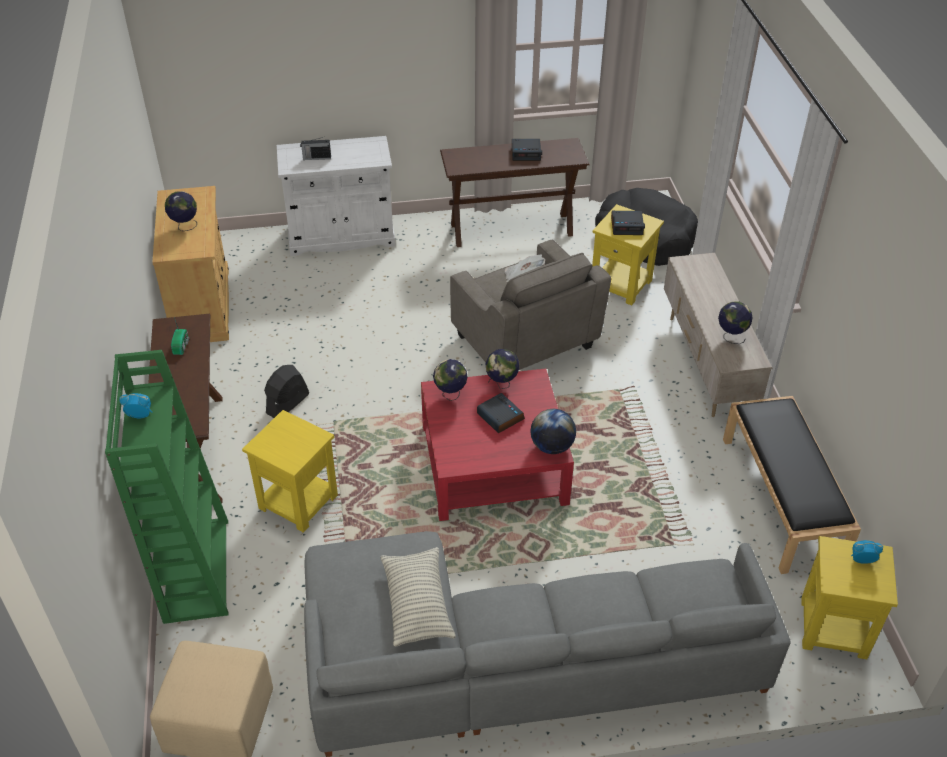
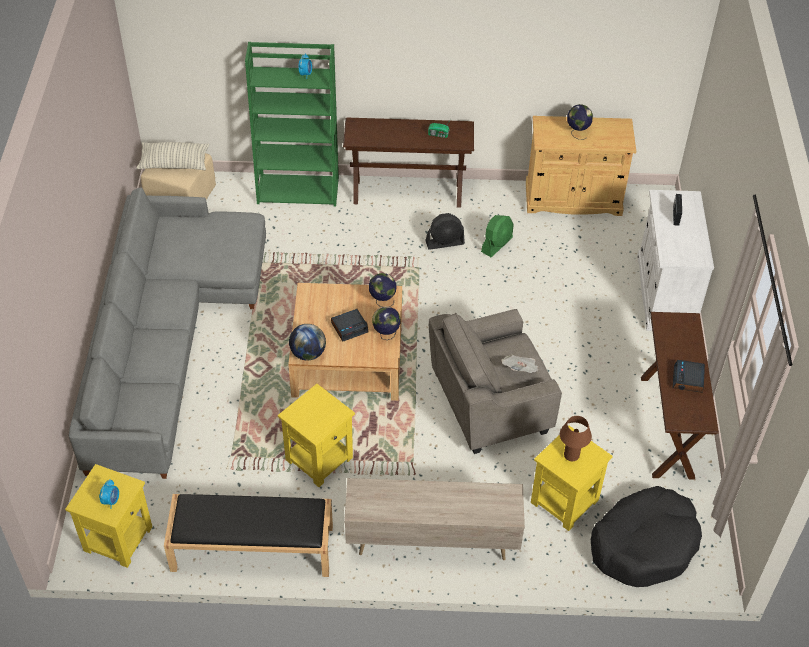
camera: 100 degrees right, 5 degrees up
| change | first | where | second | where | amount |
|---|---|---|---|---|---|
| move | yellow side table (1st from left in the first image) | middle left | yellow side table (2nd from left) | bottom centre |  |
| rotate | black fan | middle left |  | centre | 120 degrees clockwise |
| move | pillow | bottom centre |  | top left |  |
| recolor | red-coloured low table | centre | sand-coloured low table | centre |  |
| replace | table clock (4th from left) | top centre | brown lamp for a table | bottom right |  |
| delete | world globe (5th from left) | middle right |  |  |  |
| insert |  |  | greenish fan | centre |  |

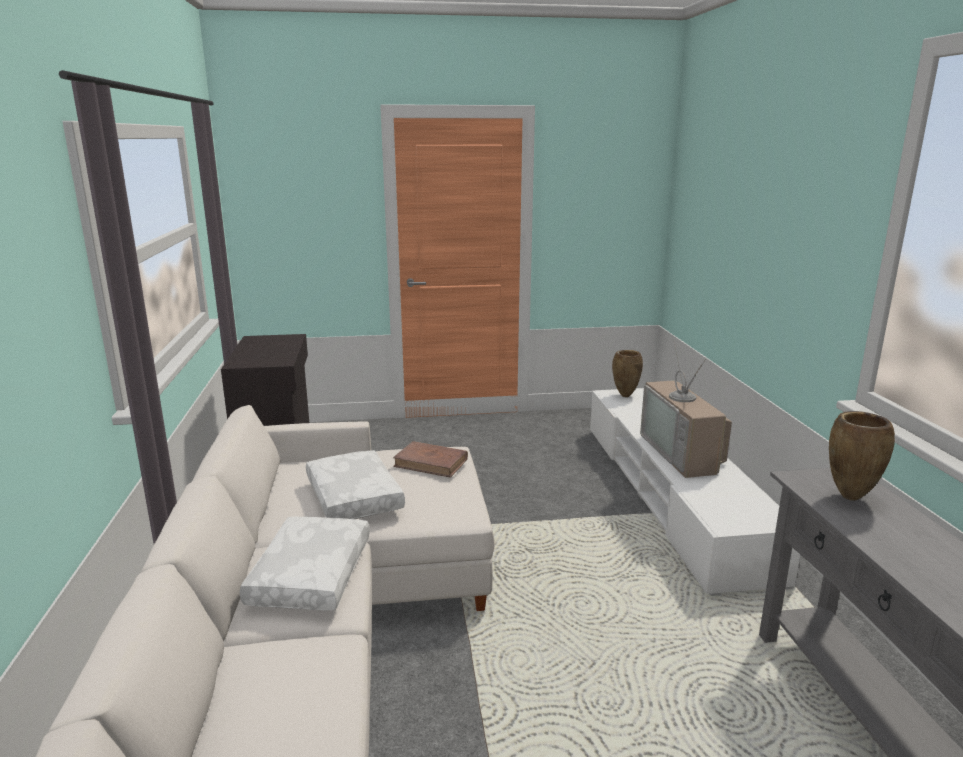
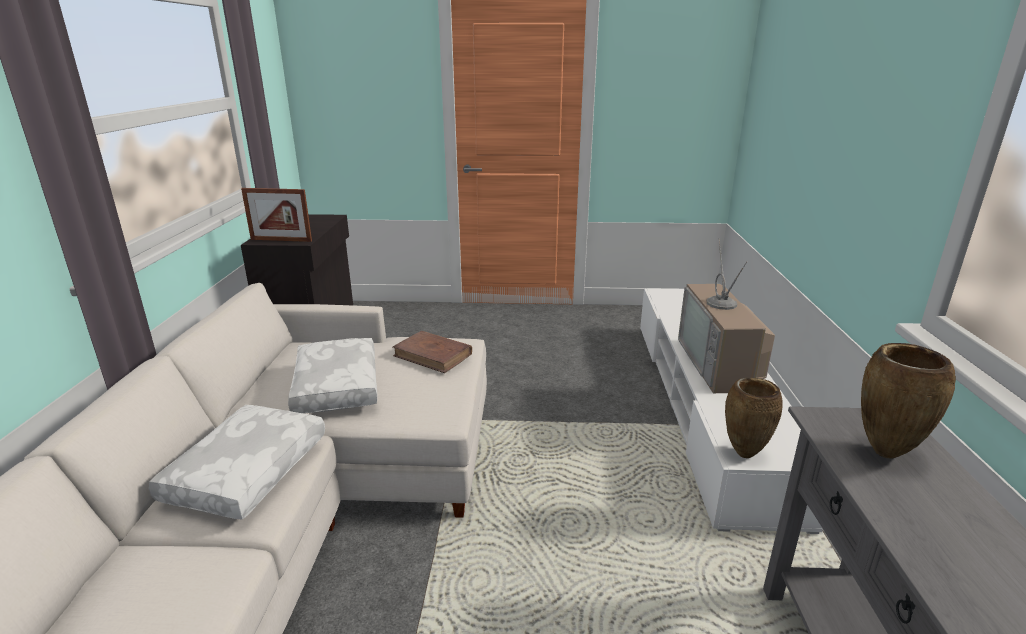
camera: 10 degrees right, 5 degrees up
| change | first | where | second | where | amount |
|---|---|---|---|---|---|
| move | brown vase (1st from left) | centre |  | middle right |  |
| insert |  |  | standing frame | middle left |  |

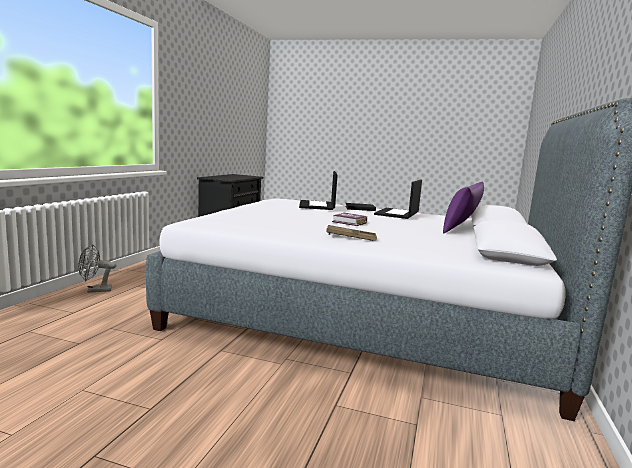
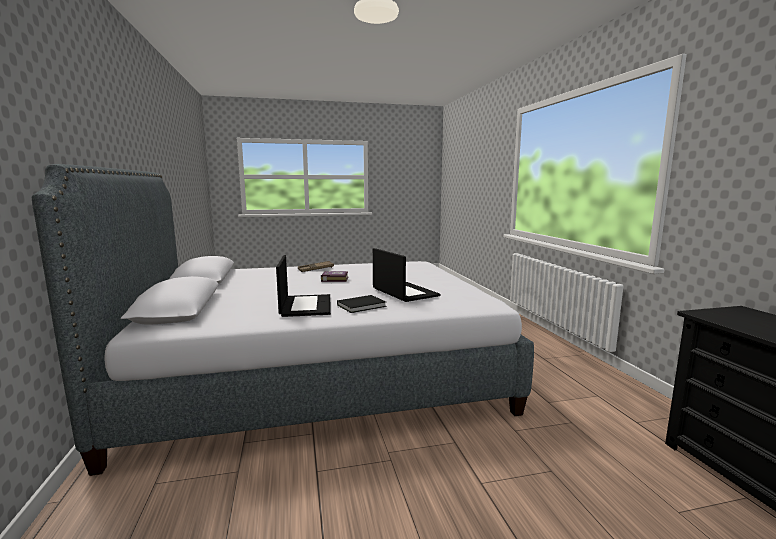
camera: 150 degrees right, 0 degrees up
| change | first | where | second | where | amount |
|---|---|---|---|---|---|
| delete | gray fan | middle left |  |  |  |
| delete | purplish pillow | middle right |  |  |  |

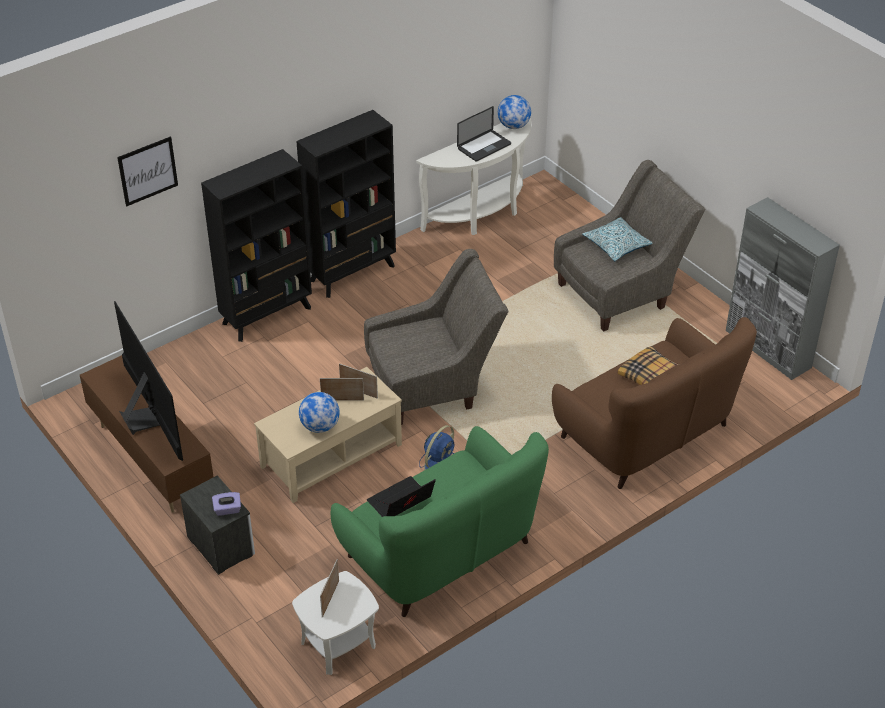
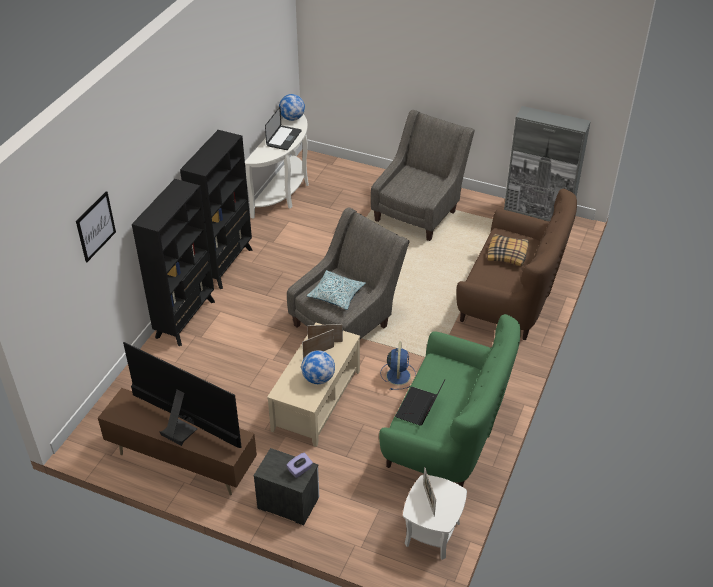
camera: 30 degrees left, 0 degrees up
| change | first | where | second | where | amount |
|---|---|---|---|---|---|
| move | pillow (1st from left) | middle right |  | centre |  |

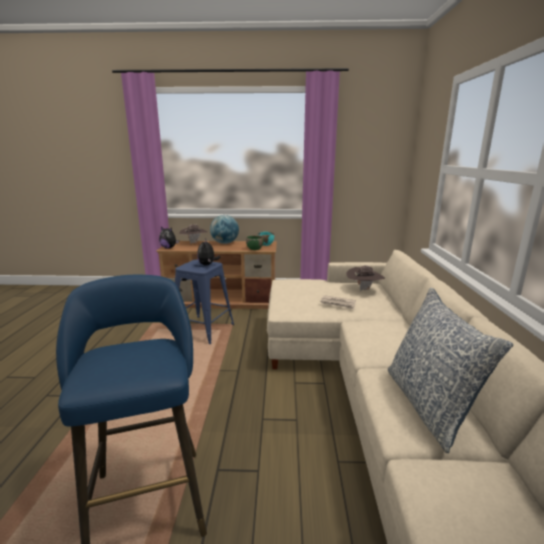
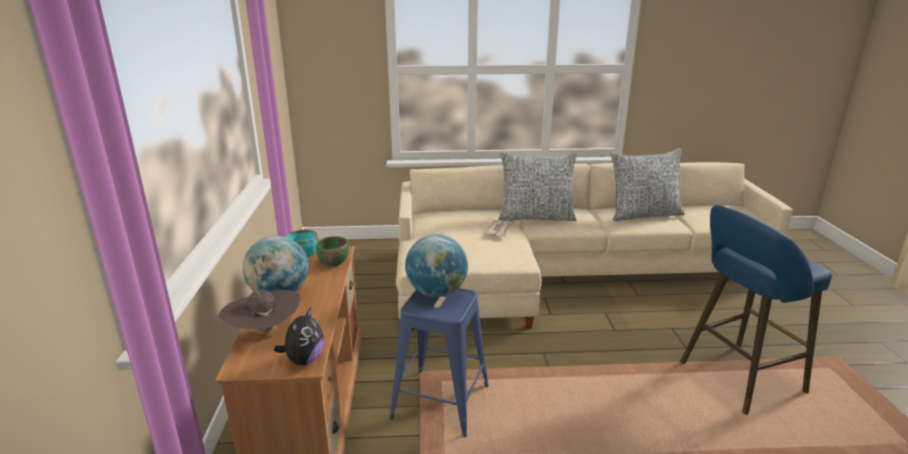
camera: 95 degrees left, 5 degrees up
| change | first | where | second | where | amount |
|---|---|---|---|---|---|
| replace | soft toy (2nd from left) | centre | world globe (2nd from left) | centre |  |
| delete | brown hat (2nd from left) | middle right |  |  |  |
| insert |  |  | pillow (1st from left) | centre |  |

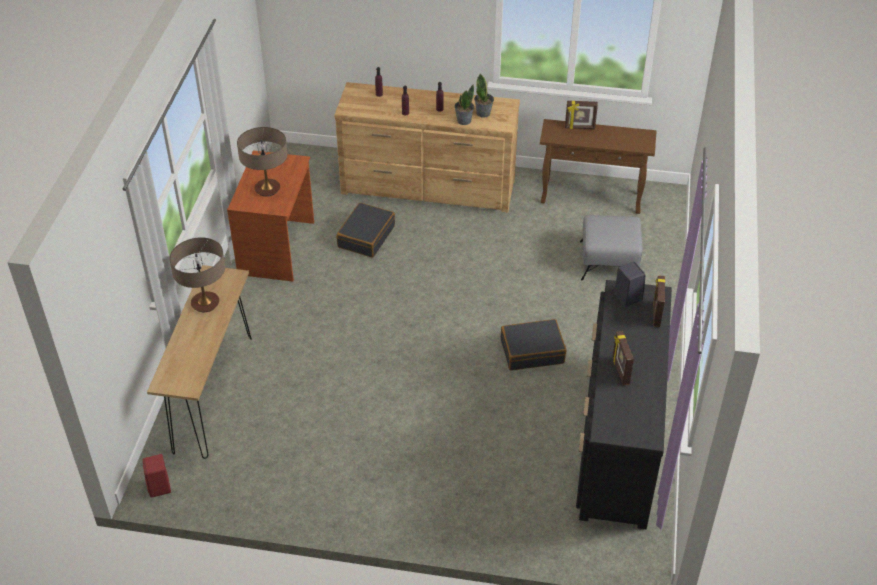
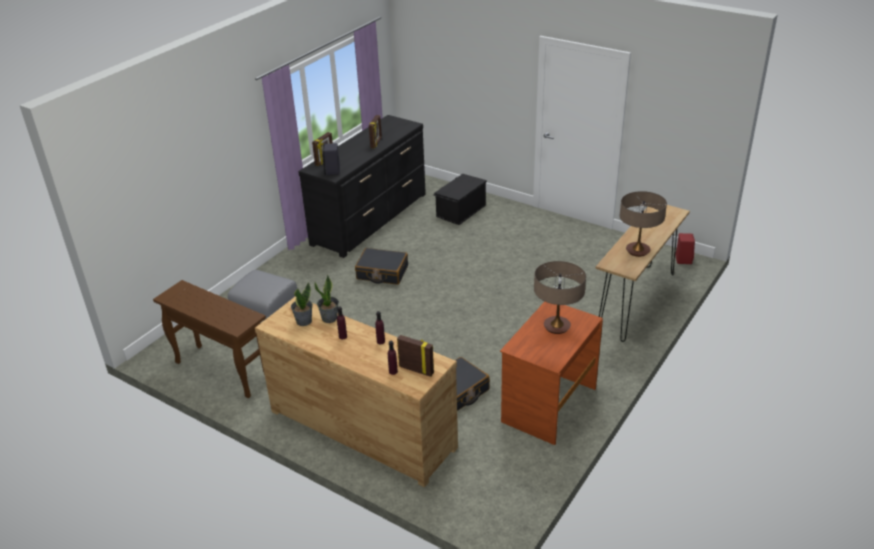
camera: 155 degrees left, 10 degrees down
| change | first | where | second | where | amount |
|---|---|---|---|---|---|
| move | standing frame (1st from left in the first image) | top centre | standing frame (3rd from left) | centre |  |
| insert |  |  | black storage box | centre |  |

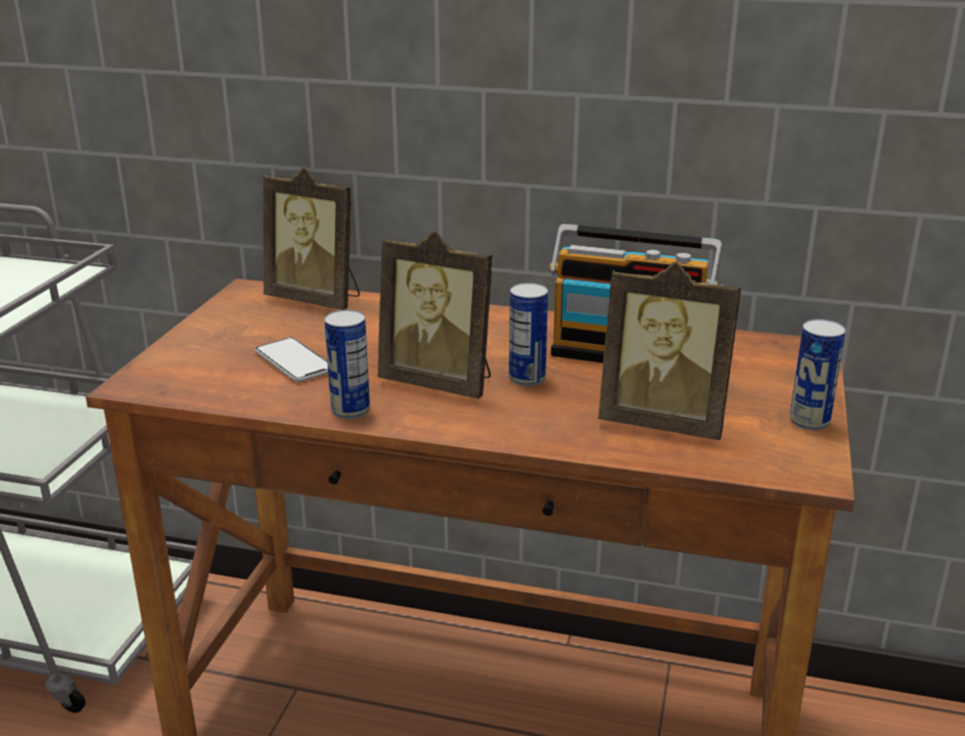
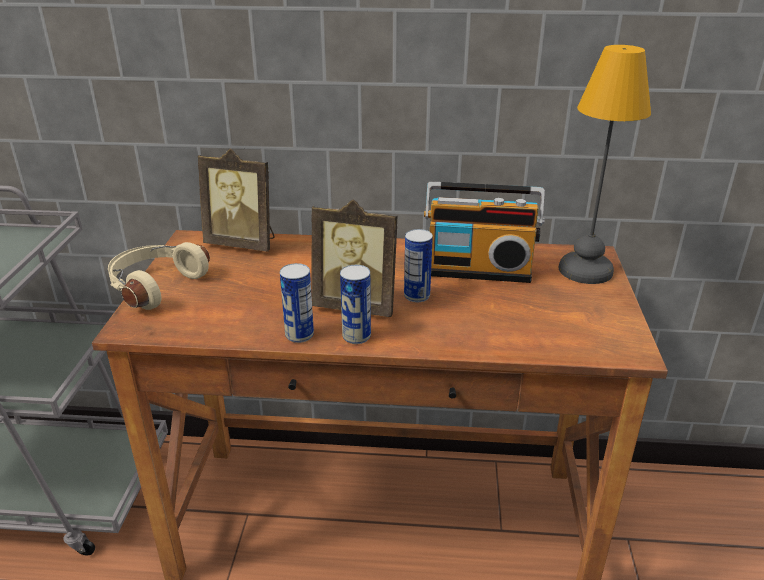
camera: 10 degrees left, 5 degrees up
| change | first | where | second | where | amount |
|---|---|---|---|---|---|
| delete | handset | middle left |  |  |  |
| delete | standing frame (3rd from left) | middle right |  |  |  |
| move | sealed can (3rd from left in the first image) | middle right | sealed can (2nd from left) | centre |  |
| insert |  |  | sand-coloured pair of headphones | middle left |  |
| insert |  |  | lamp for a table | top right |  |

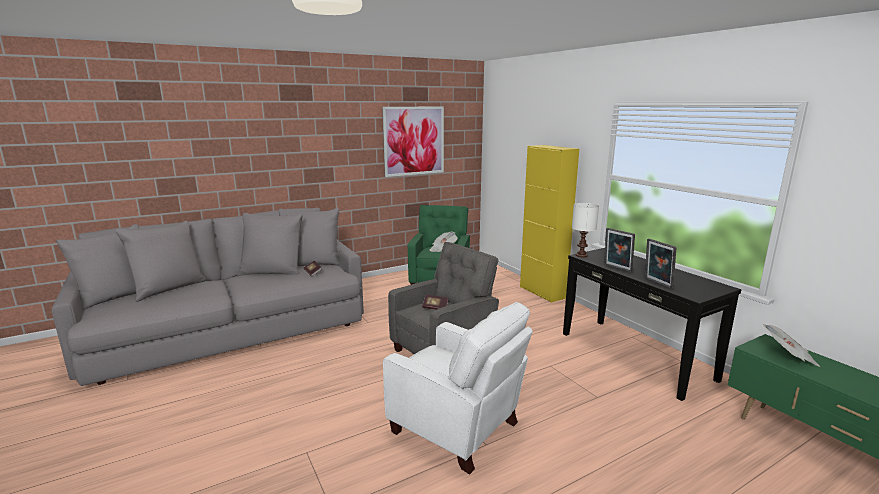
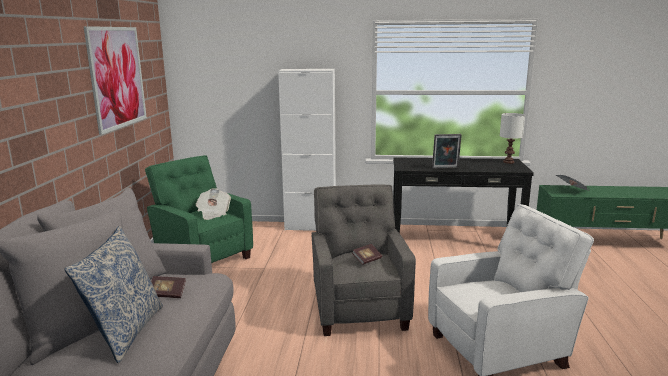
camera: 55 degrees left, 0 degrees up
| change | first | where | second | where | amount |
|---|---|---|---|---|---|
| recolor | yellow cupboard | centre | white cupboard | centre |  |
| move | white lamp for a table | centre |  | middle right |  |
| delete | standing frame (2nd from left) | middle right |  |  |  |
| insert |  |  | pillow | bottom left |  |

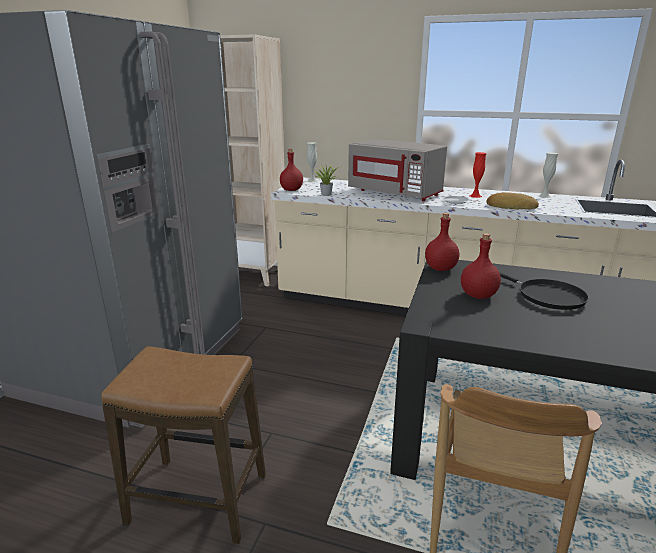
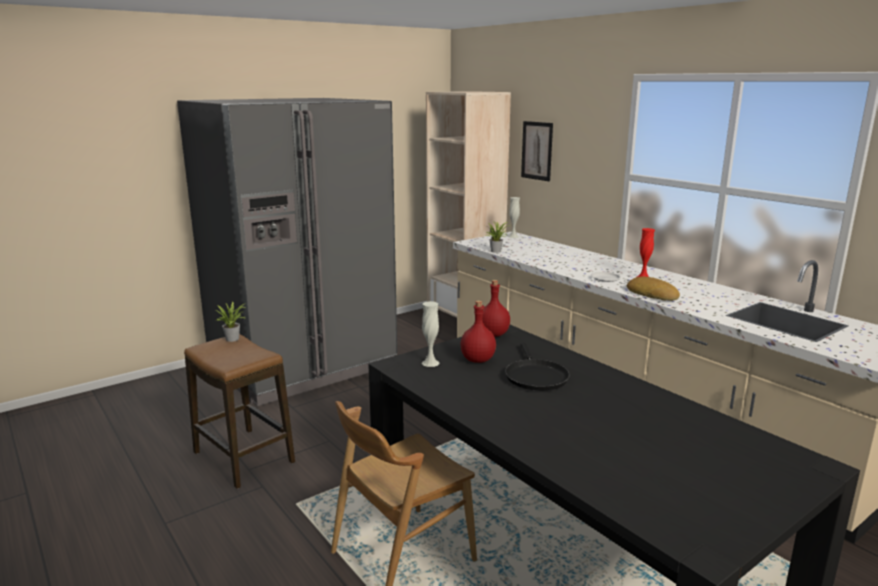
camera: 35 degrees right, 5 degrees down
| change | first | where | second | where | amount |
|---|---|---|---|---|---|
| delete | red-coloured drink bottle (1st from left) | top centre |  |  |  |
| delete | gray kitchen microwave | top centre |  |  |  |
| move | white vase (2nd from left in the first image) | top right | white vase (1st from left) | centre |  |
| insert |  |  | houseplant (1st from left) | middle left |  |
| insert |  |  | picture | top centre |  |

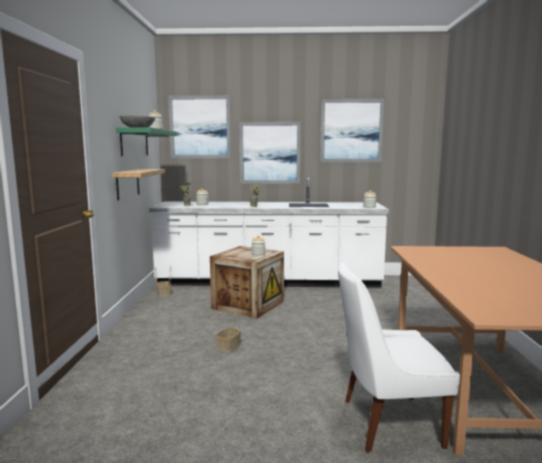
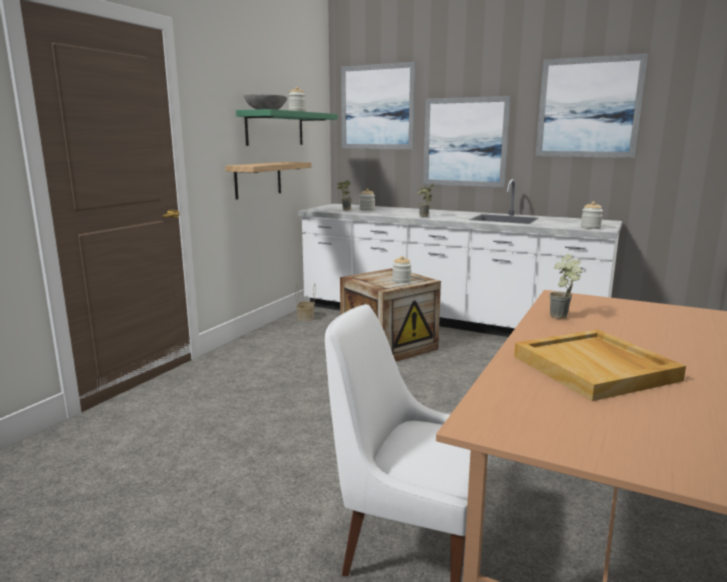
camera: 25 degrees right, 5 degrees up
| change | first | where | second | where | amount |
|---|---|---|---|---|---|
| delete | basket (2nd from left) | bottom centre |  |  |  |
| insert |  |  | sand-coloured tray | middle right |  |
| insert |  |  | houseplant (3rd from left) | middle right |  |

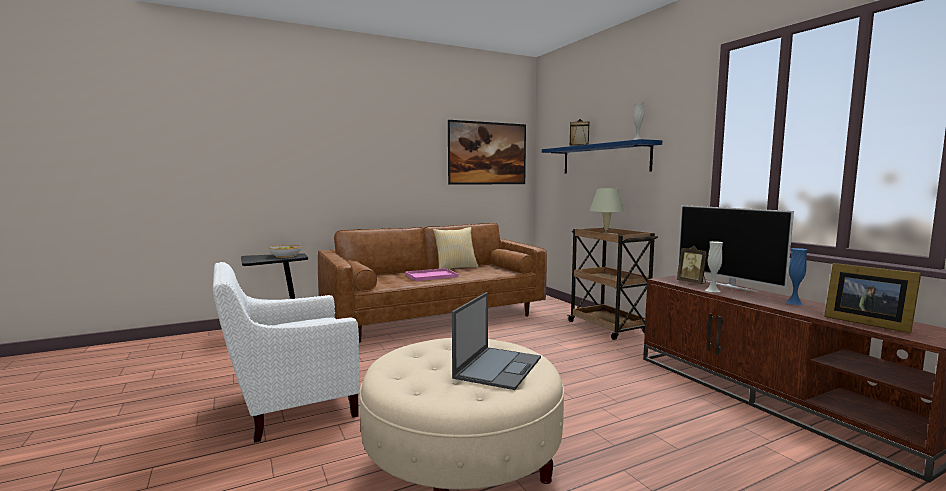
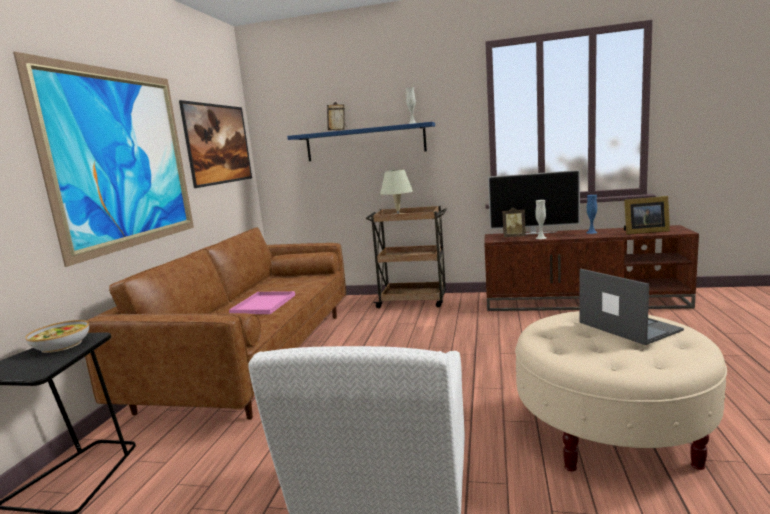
camera: 50 degrees left, 5 degrees up
| change | first | where | second | where | amount |
|---|---|---|---|---|---|
| delete | pillow | centre |  |  |  |
| insert |  |  | picture (1st from left) | top left |  |

